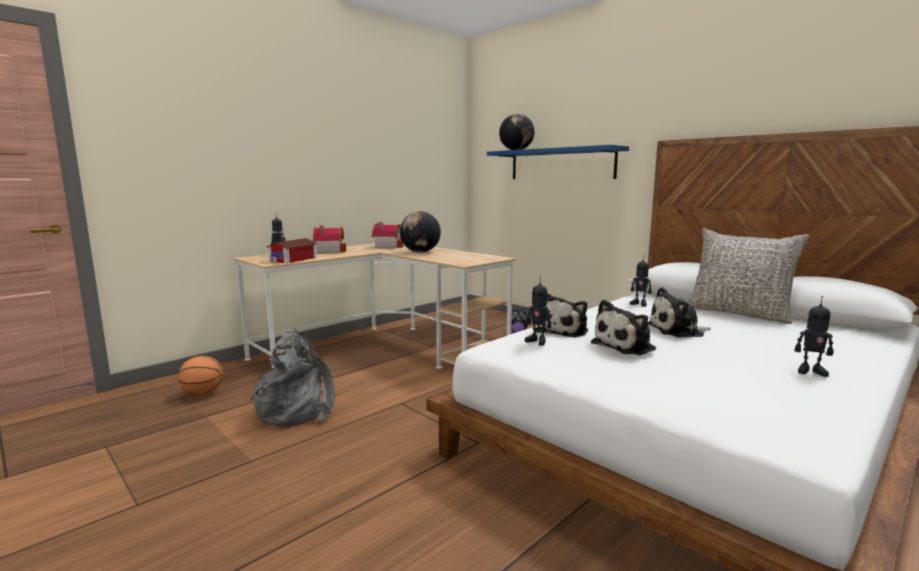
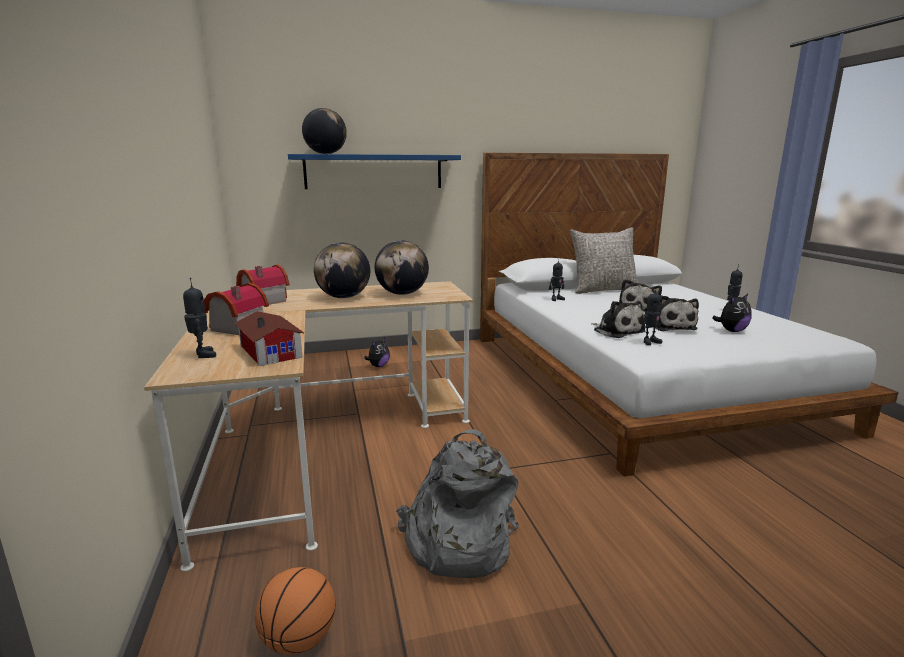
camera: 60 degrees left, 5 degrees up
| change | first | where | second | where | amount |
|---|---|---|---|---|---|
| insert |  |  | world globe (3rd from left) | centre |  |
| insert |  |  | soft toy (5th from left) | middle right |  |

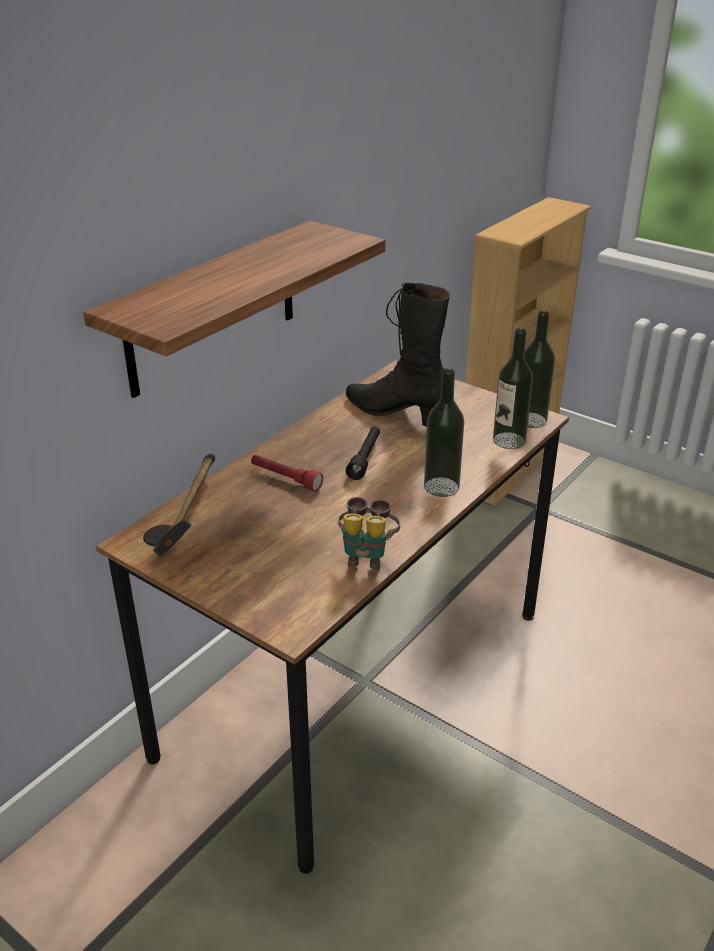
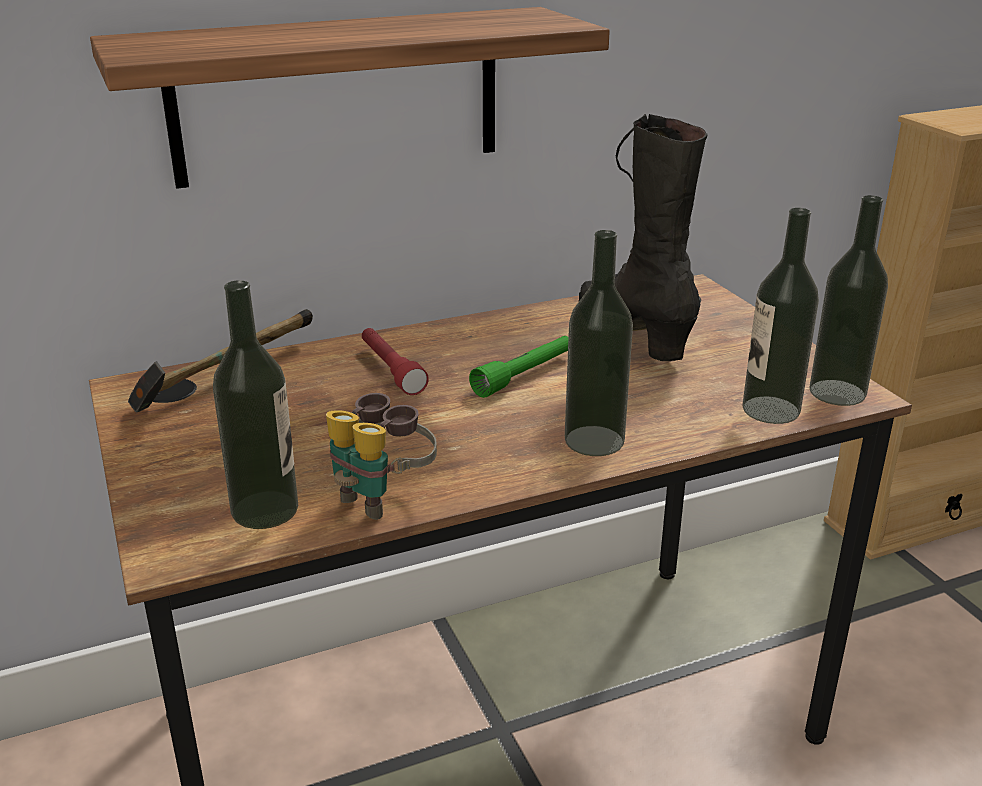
camera: 30 degrees right, 5 degrees down
| change | first | where | second | where | amount |
|---|---|---|---|---|---|
| recolor | black hand torch | centre | greenish hand torch | centre |  |
| insert |  |  | drink bottle (1st from left) | middle left |  |

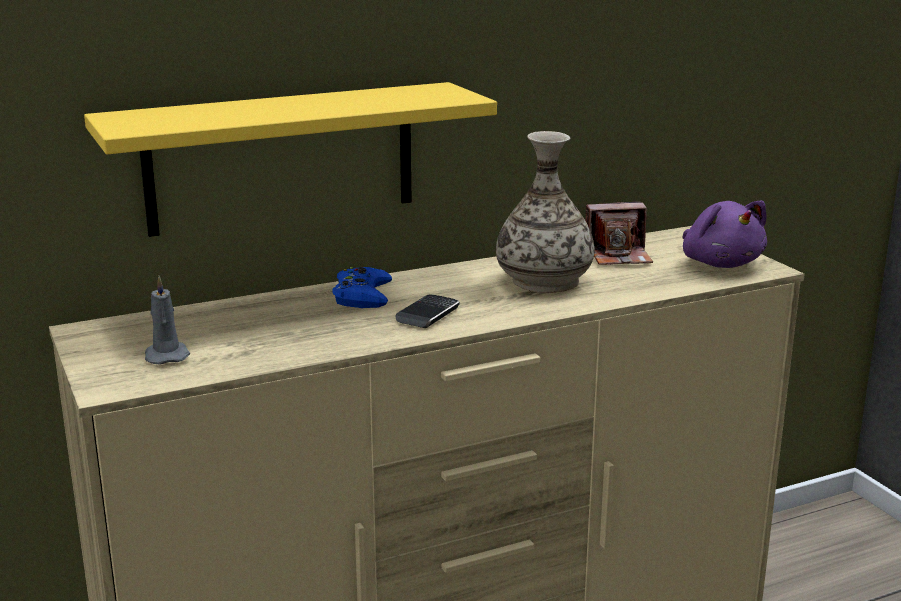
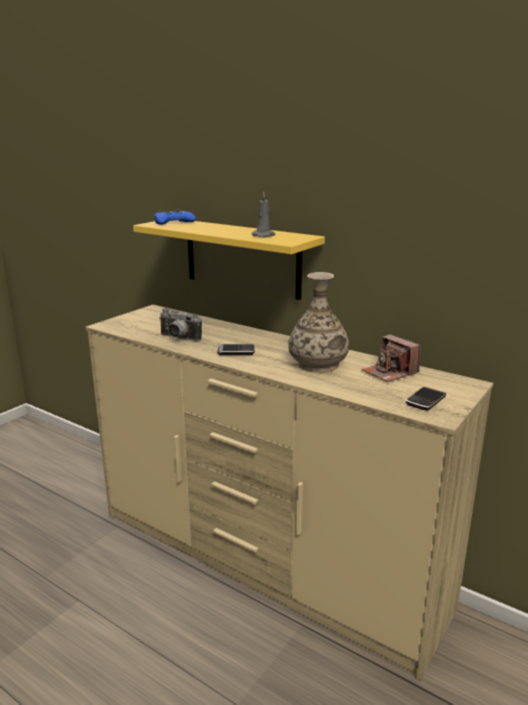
camera: 60 degrees right, 0 degrees up
| change | first | where | second | where | amount |
|---|---|---|---|---|---|
| move | gray candle | middle left |  | top centre |  |
| move | bluish gamepad | centre |  | top left |  |
| replace | purplish soft toy | middle right | handset (2nd from left) | middle right |  |
| insert |  |  | still camera (1st from left) | centre |  |

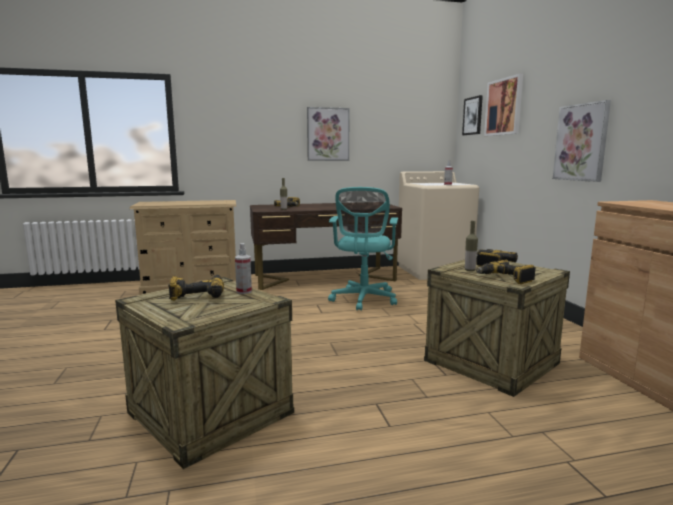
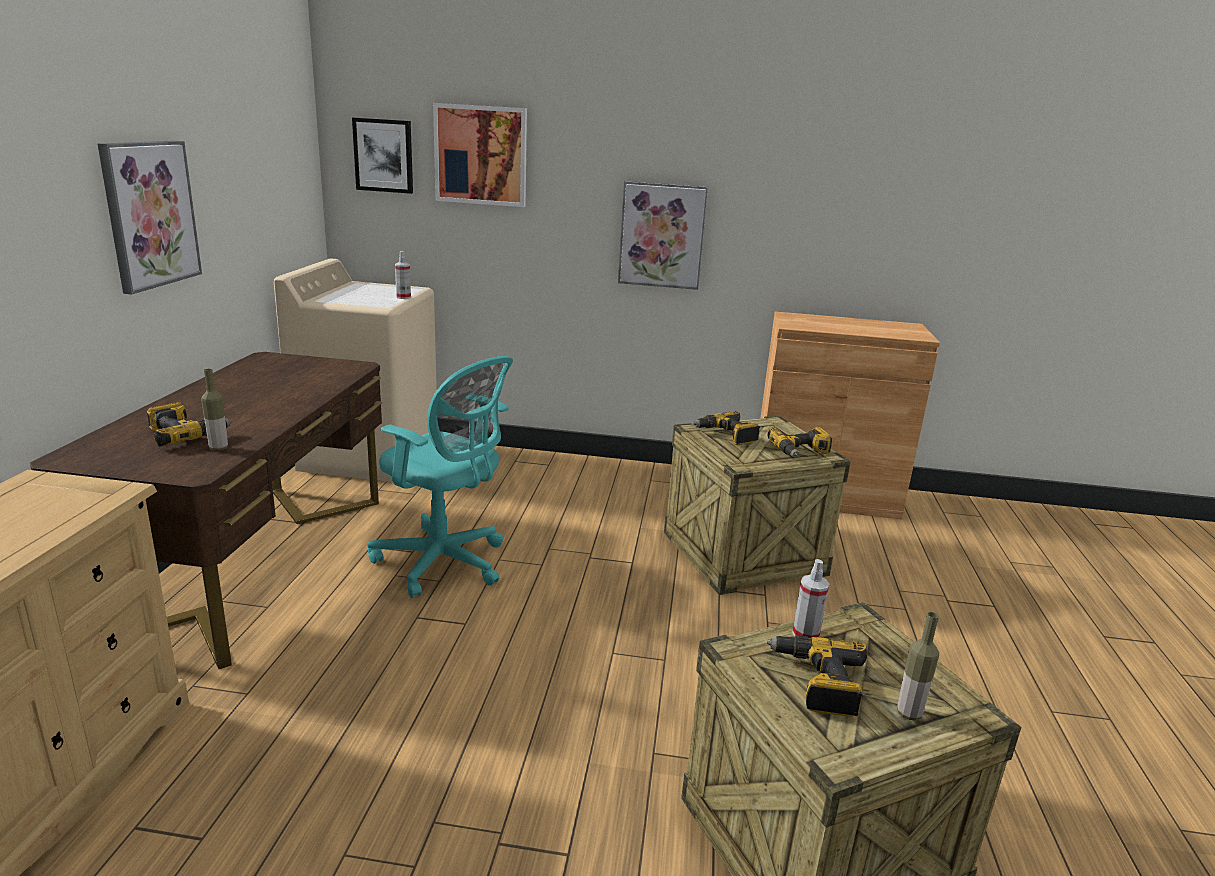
camera: 70 degrees left, 10 degrees up
| change | first | where | second | where | amount |
|---|---|---|---|---|---|
| move | drink bottle (2nd from left) | middle right |  | bottom right |  |

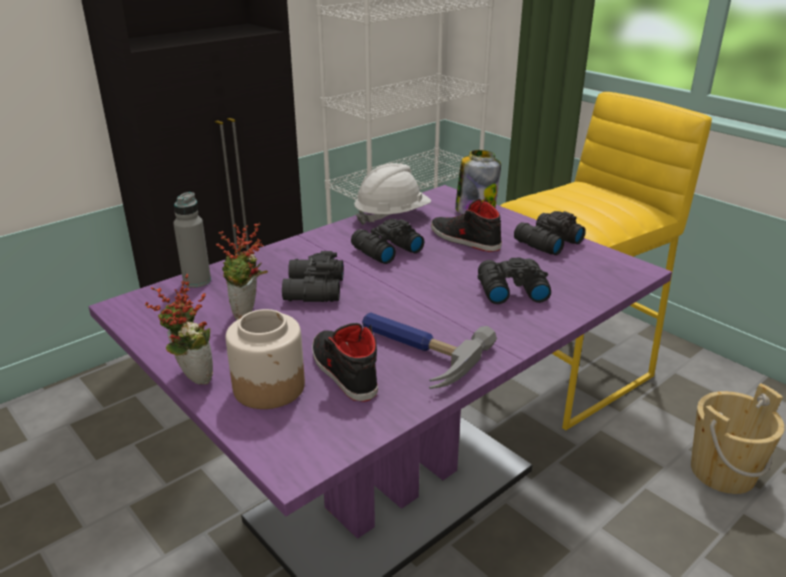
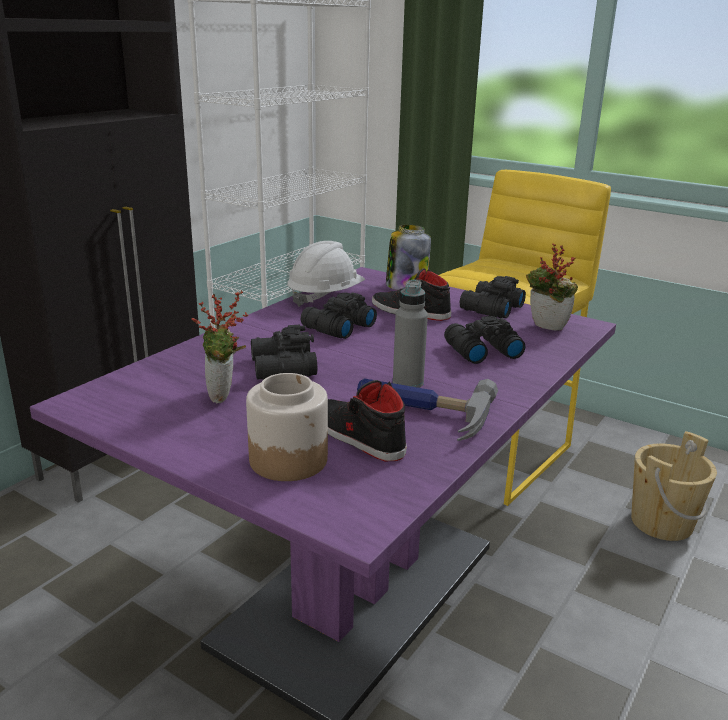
camera: 15 degrees left, 5 degrees down
| change | first | where | second | where | amount |
|---|---|---|---|---|---|
| move | houseplant (1st from left in the first image) | middle left | houseplant (2nd from left) | middle right |  |
| move | gray drink bottle | middle left |  | centre |  |

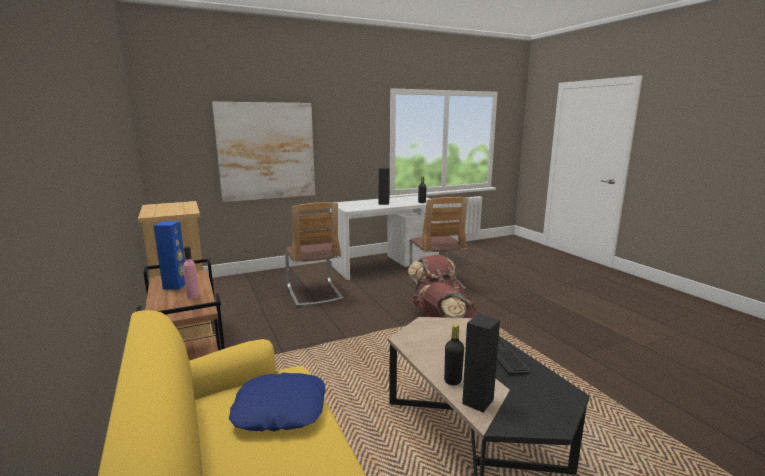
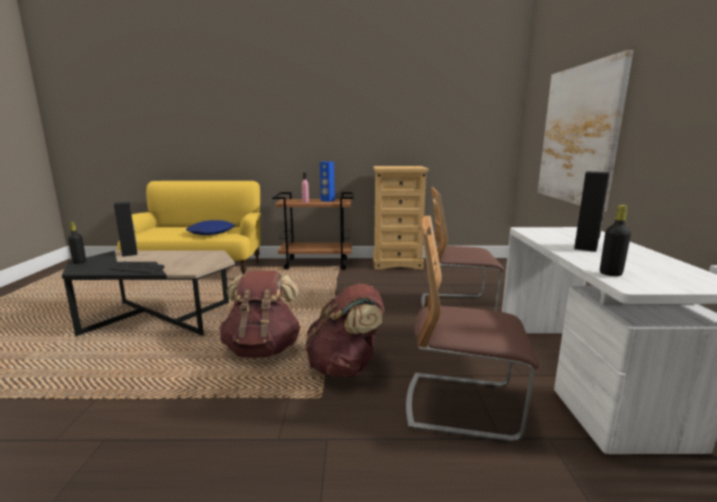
camera: 115 degrees right, 0 degrees up
| change | first | where | second | where | amount |
|---|---|---|---|---|---|
| move | black drink bottle (2nd from left in the first image) | bottom centre | black drink bottle (1st from left) | middle left |  |

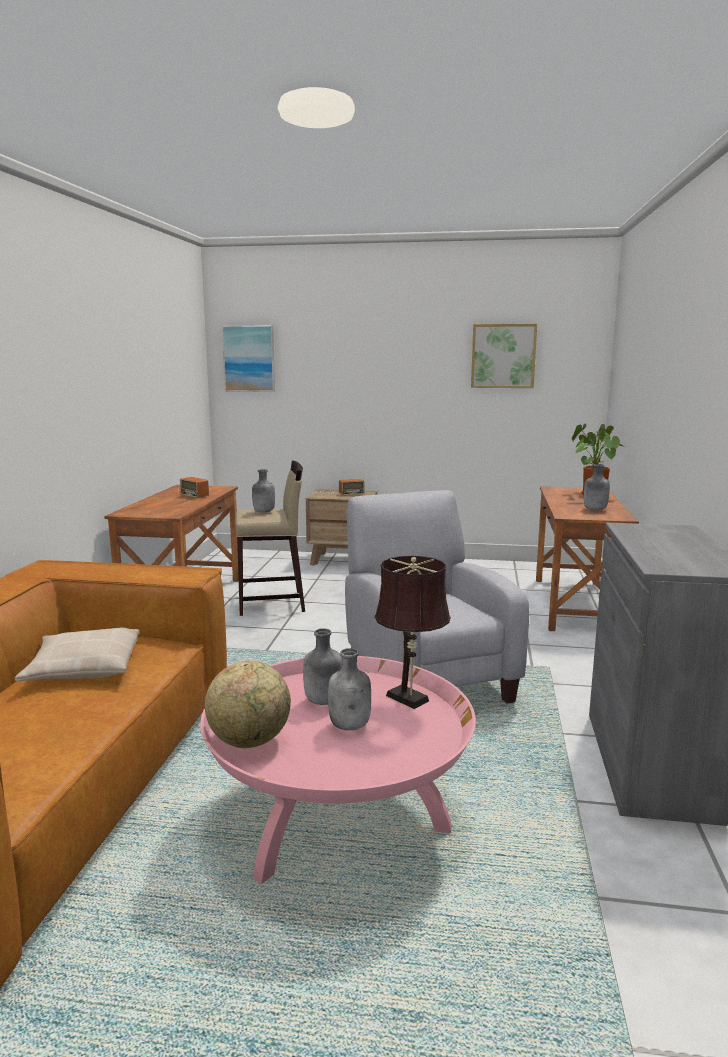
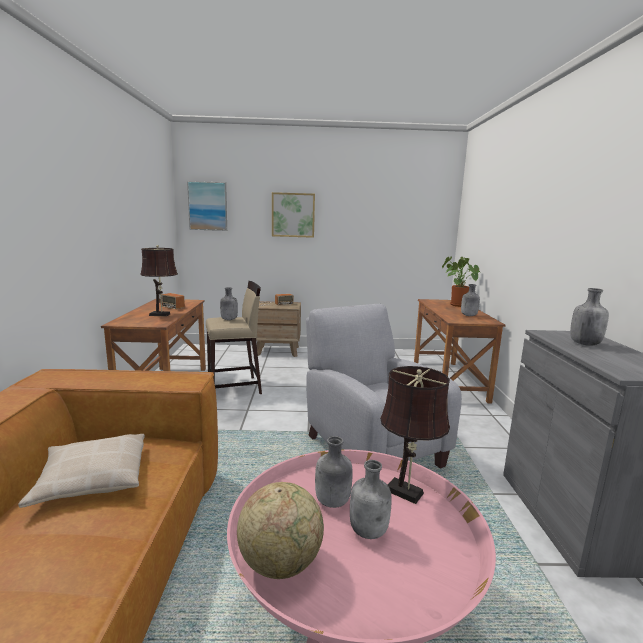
camera: 10 degrees left, 0 degrees up
| change | first | where | second | where | amount |
|---|---|---|---|---|---|
| move | picture (2nd from left) | middle right |  | centre |  |
| insert |  |  | brown lamp for a table (1st from left) | middle left |  |
| insert |  |  | gray drink bottle (5th from left) | middle right |  |

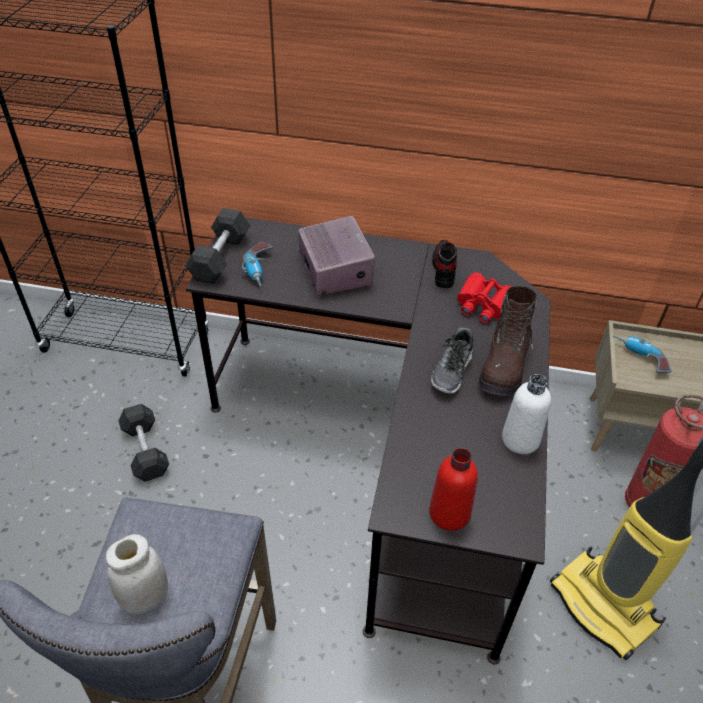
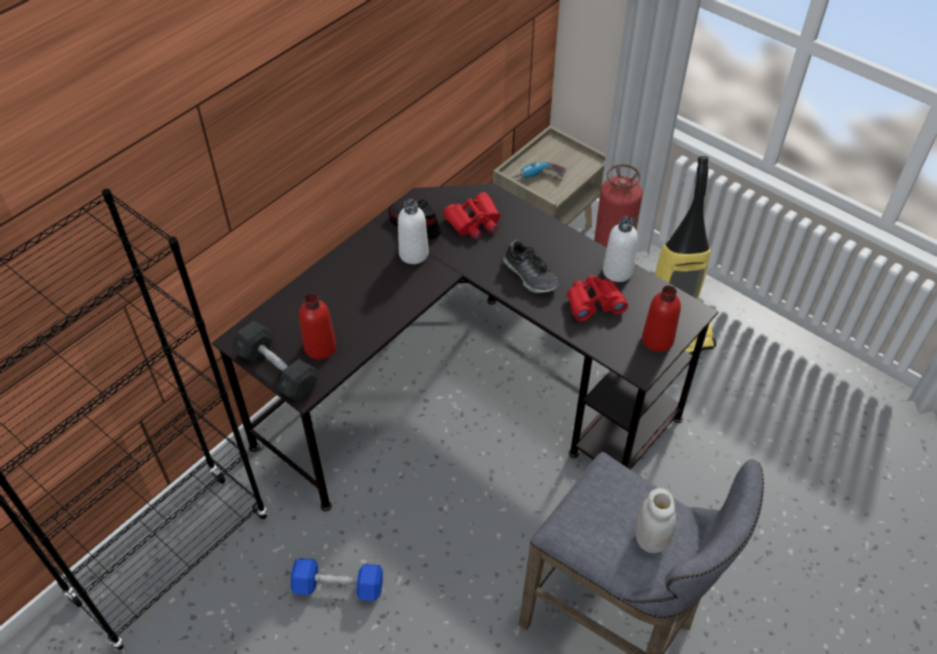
camera: 60 degrees left, 5 degrees up
| change | first | where | second | where | amount |
|---|---|---|---|---|---|
| recolor | gray hand weight (1st from left) | middle left | bluish hand weight | bottom centre |  |
| replace | electric drill (1st from left) | centre | red-coloured drink bottle (1st from left) | centre |  |
| delete | radio | centre |  |  |  |
| delete | brown boot | middle right |  |  |  |
| insert |  |  | white drink bottle (1st from left) | centre |  |
| insert |  |  | red-coloured pair of binoculars (2nd from left) | centre |  |

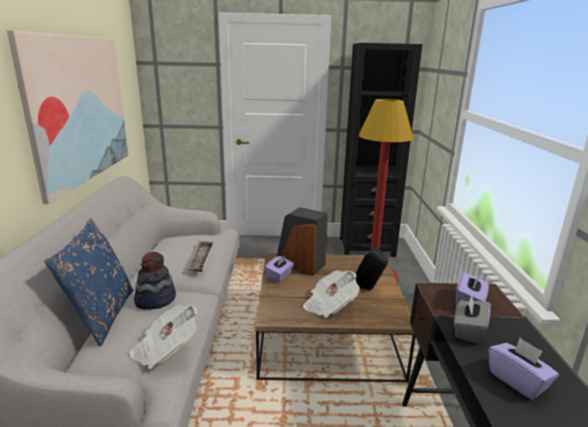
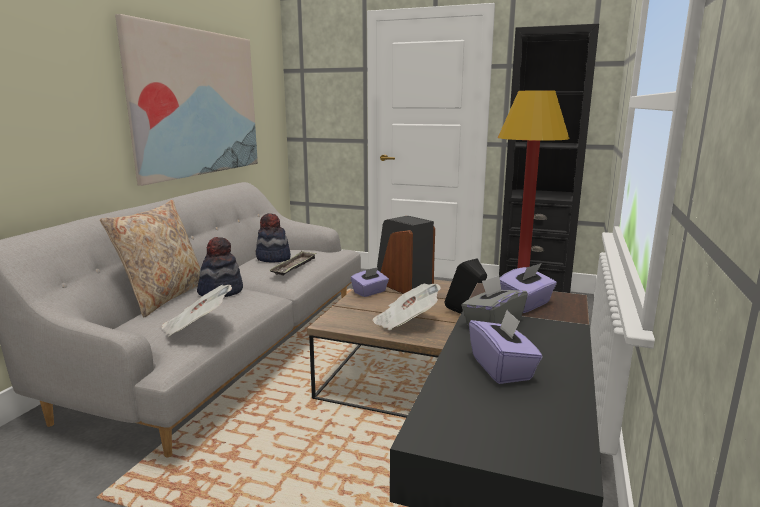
camera: 20 degrees right, 5 degrees down
| change | first | where | second | where | amount |
|---|---|---|---|---|---|
| recolor | bluish pillow | middle left | sand-coloured pillow | middle left |  |
| insert |  |  | hat (2nd from left) | centre |  |

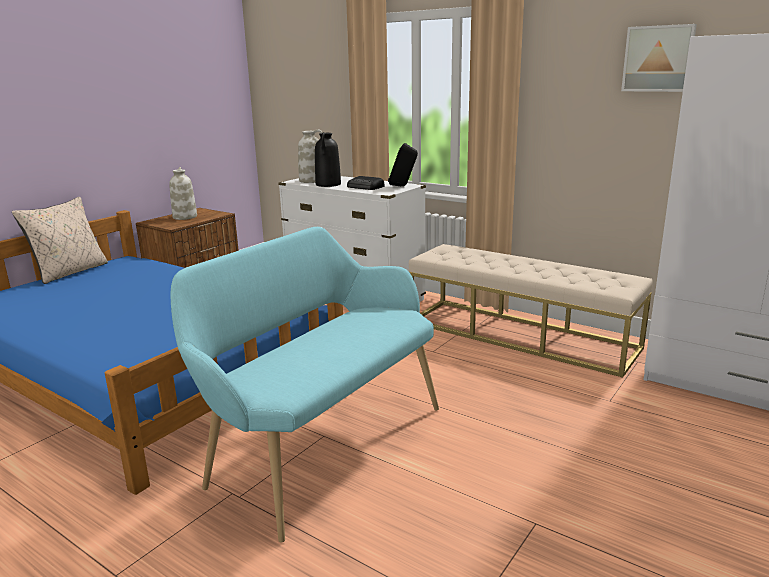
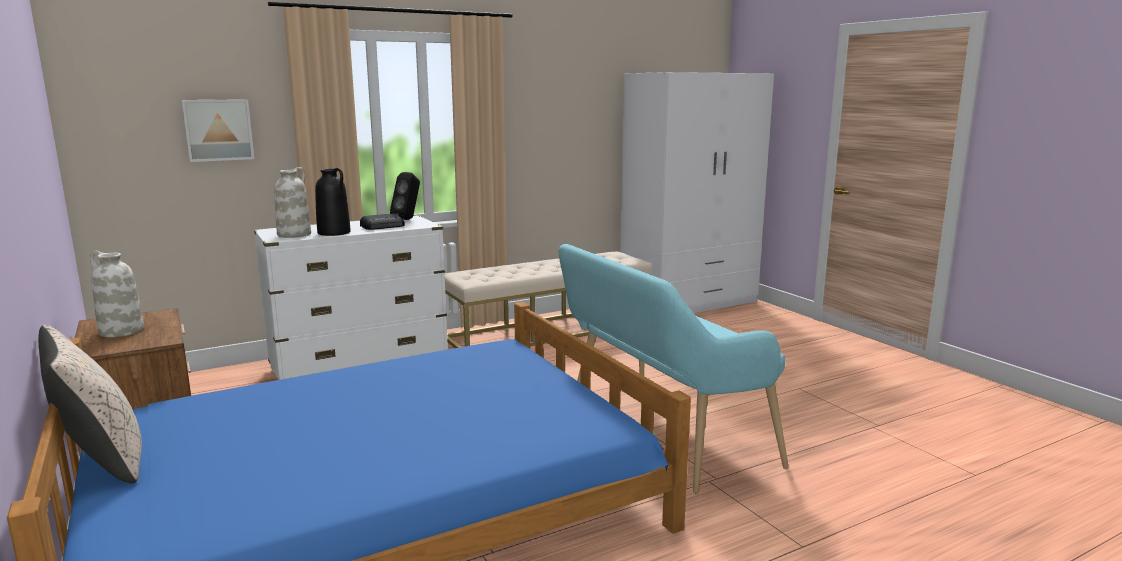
camera: 65 degrees left, 5 degrees down
| change | first | where | second | where | amount |
|---|---|---|---|---|---|
| move | picture | top right |  | top left |  |

